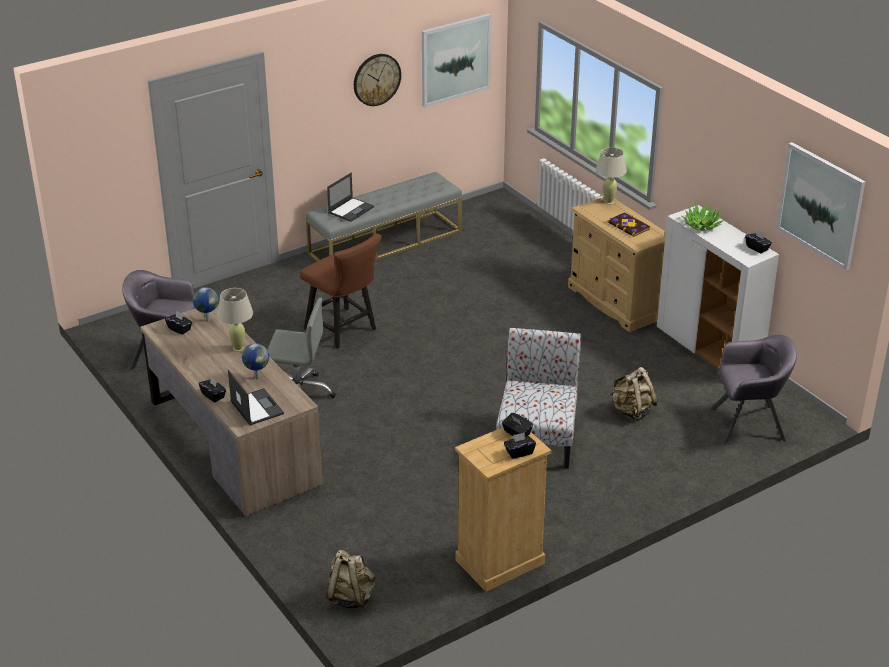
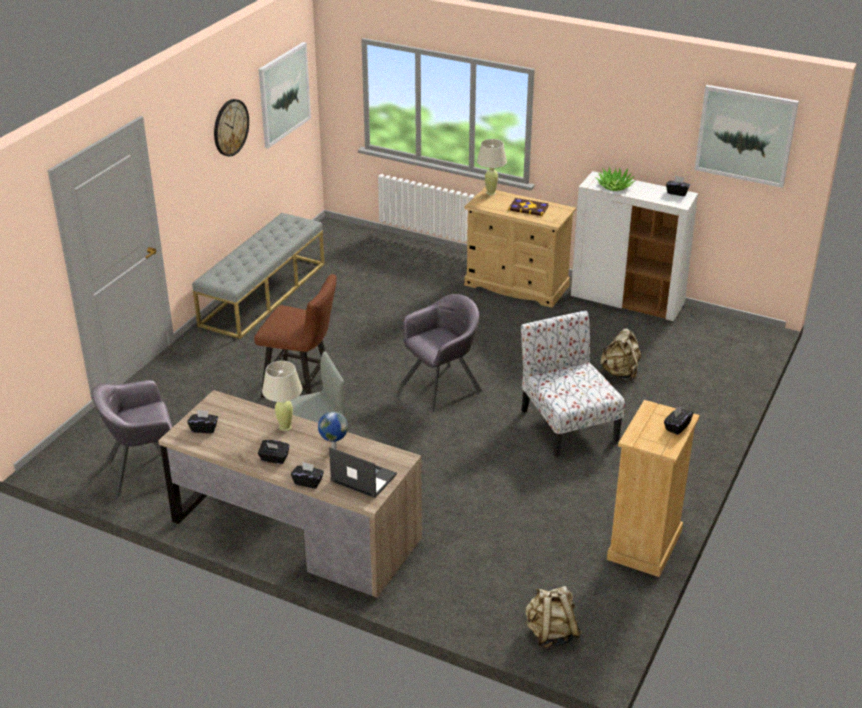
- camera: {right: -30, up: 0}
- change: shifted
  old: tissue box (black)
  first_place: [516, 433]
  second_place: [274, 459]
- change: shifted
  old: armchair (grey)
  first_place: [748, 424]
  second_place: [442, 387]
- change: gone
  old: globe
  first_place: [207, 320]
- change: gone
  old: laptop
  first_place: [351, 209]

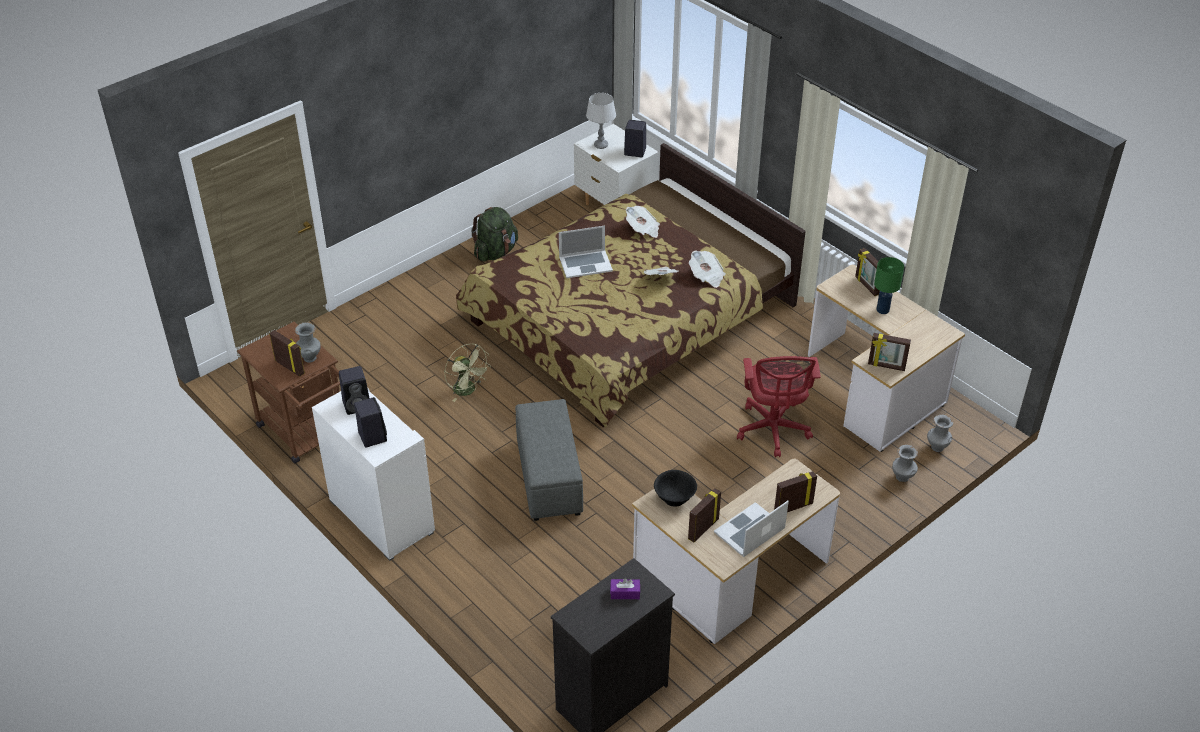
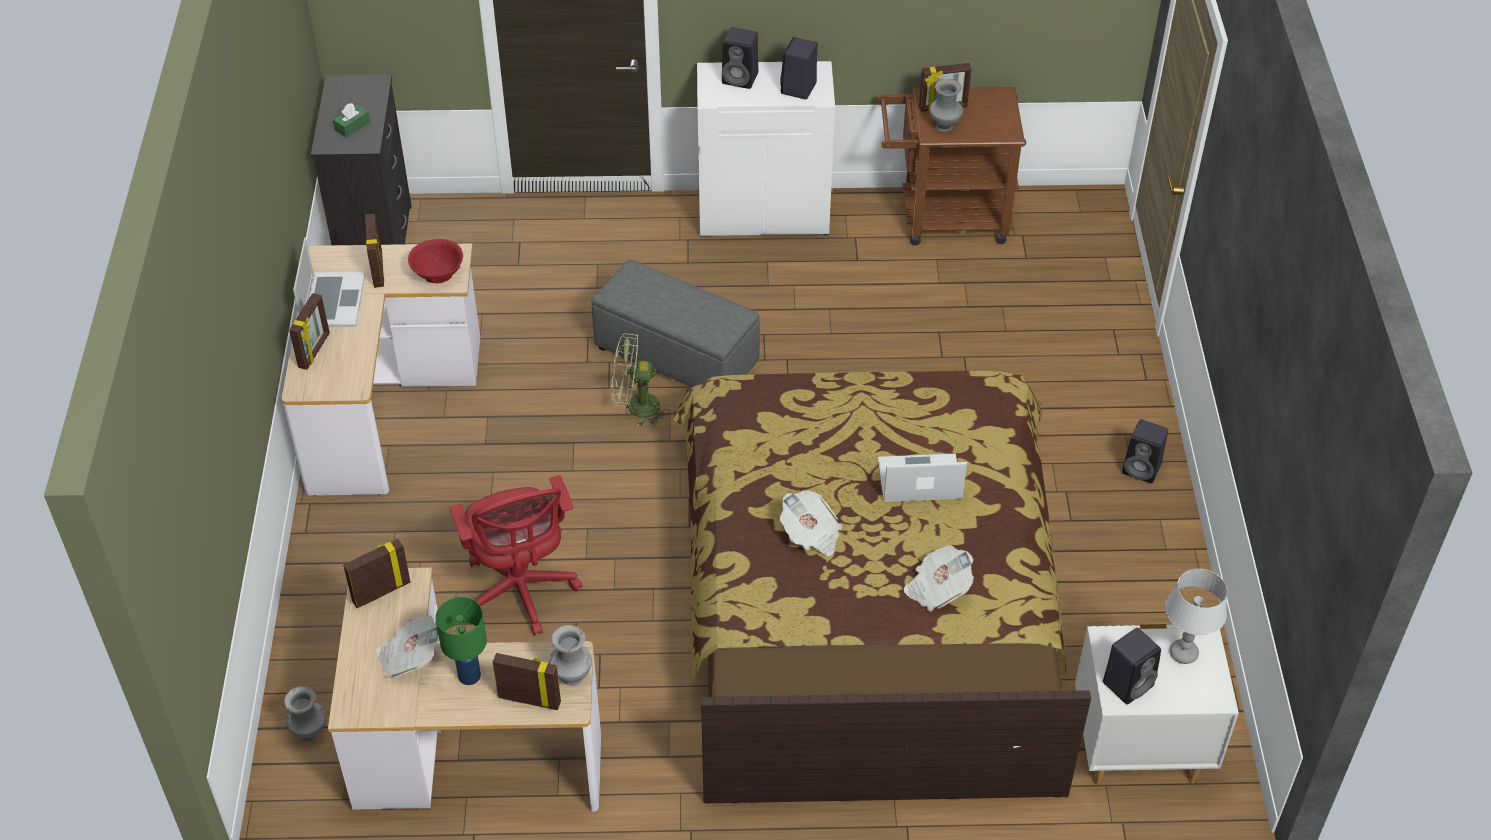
- camera: {right: 130, up: 5}
- change: repainted
  old: tissue box (purple)
  new: tissue box (green)
  first_place: [625, 593]
  second_place: [352, 126]
- change: shifted
  old: newspaper
  first_place: [706, 276]
  second_place: [410, 657]
- change: repainted
  old: bowl (black)
  new: bowl (red)
  first_place: [674, 498]
  second_place: [438, 275]
- change: rotated
  old: office chair (red)
  first_place: [773, 431]
  second_place: [521, 591]
  degrees: -150
- change: shifted
  old: vase (grey)
  first_place: [902, 478]
  second_place: [571, 677]
- change: shifted
  old: fan (green)
  first_place: [468, 391]
  second_place: [635, 407]
- change: rotated
  old: laptop
  first_place: [585, 264]
  second_place: [919, 479]
  degrees: 60
- change: new
  new: speaker (black)
  second_place: [1142, 469]
- change: gone
  old: backpack (green)
  first_place: [496, 252]

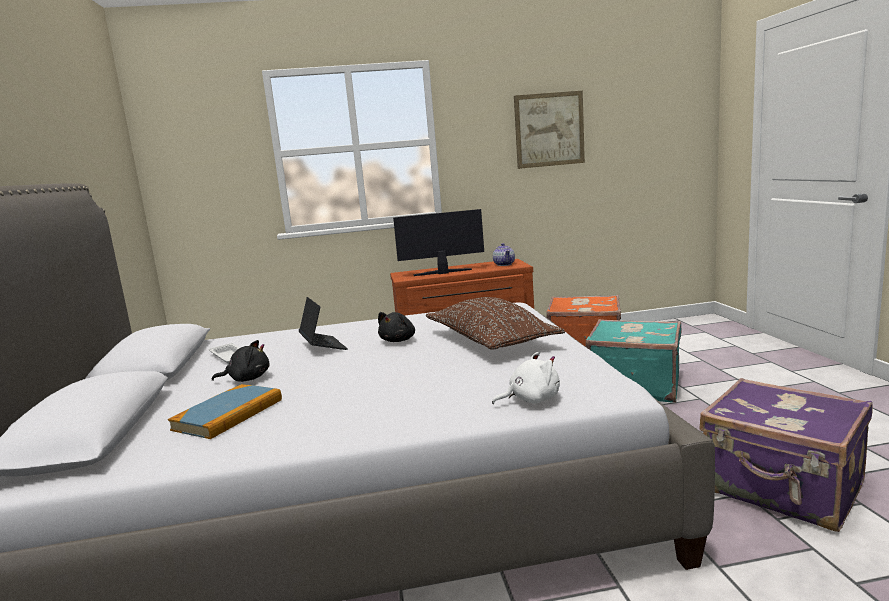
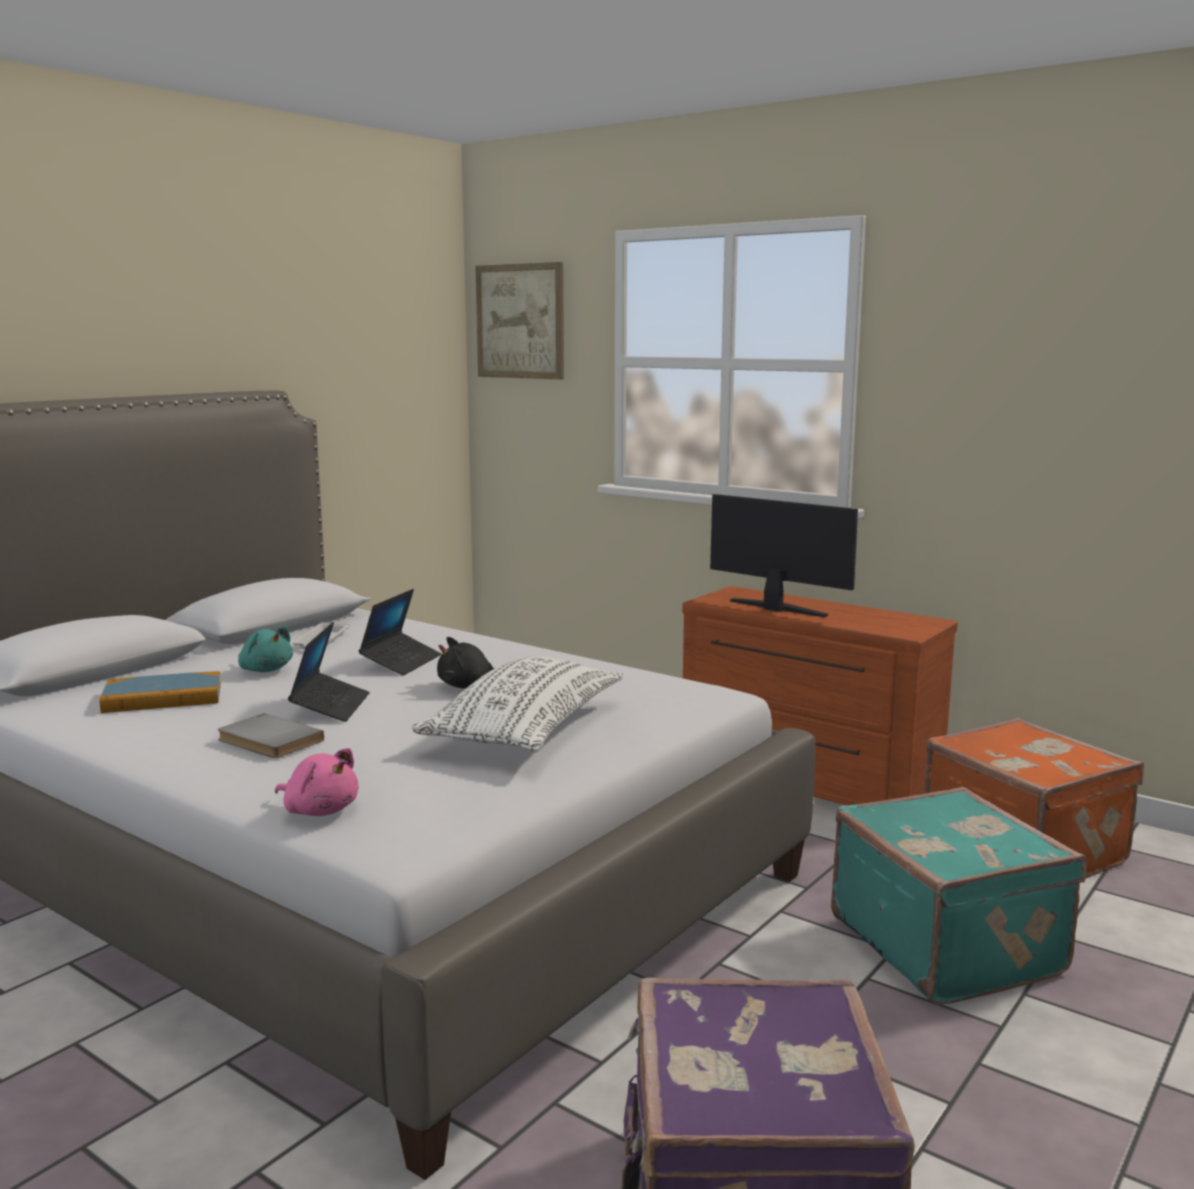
- camera: {right: 45, up: 0}
- change: new
  new: book (grey)
  second_place: [267, 741]
- change: repainted
  old: plush toy (black)
  new: plush toy (turquoise)
  first_place: [247, 379]
  second_place: [265, 670]
- change: repainted
  old: plush toy (white)
  new: plush toy (pink)
  first_place: [531, 400]
  second_place: [319, 810]
- change: new
  new: laptop
  second_place: [330, 706]
- change: repainted
  old: pillow (brown)
  new: pillow (white)
  first_place: [490, 341]
  second_place: [525, 730]
- change: shifted
  old: picture
  first_place: [549, 130]
  second_place: [520, 321]
- change: gone
  old: teapot
  first_place: [504, 264]

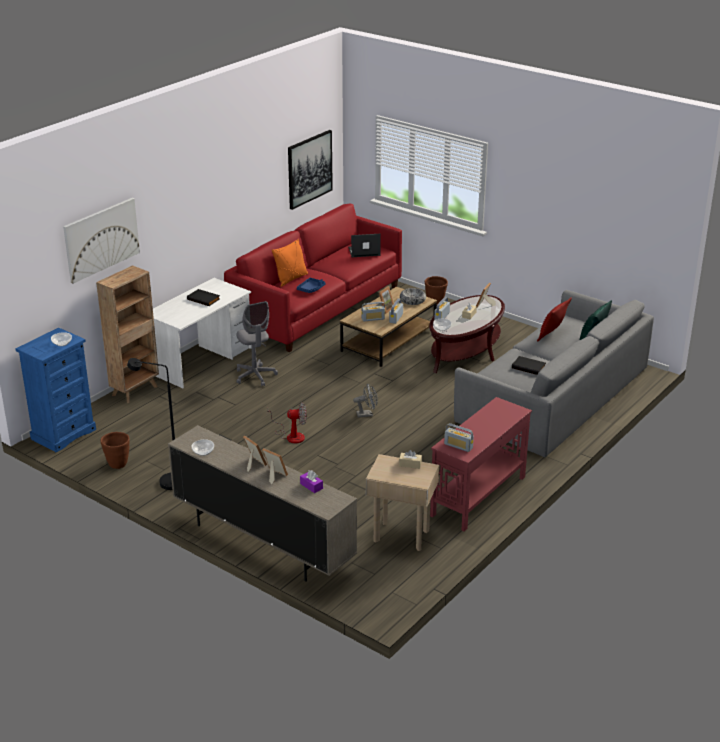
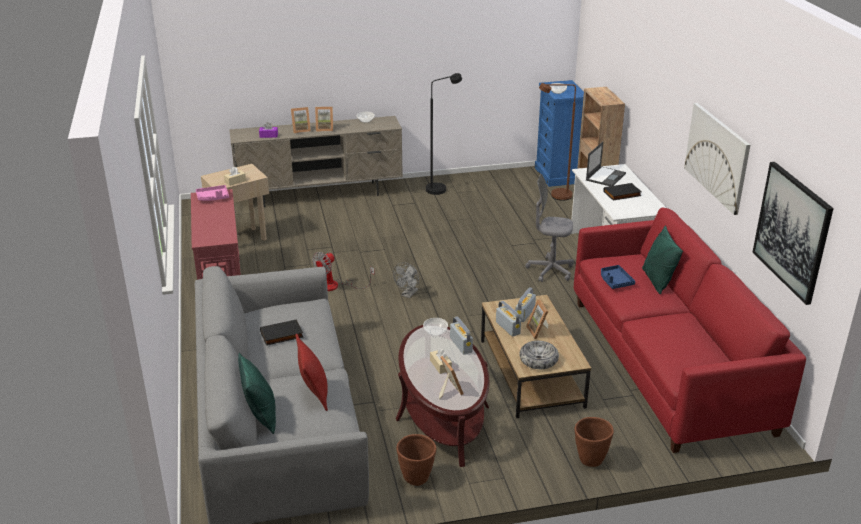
- camera: {right: 130, up: 0}
- change: swapped
  old: radio
  new: tray (pink)
  first_place: [458, 446]
  second_place: [213, 198]
- change: shifted
  old: fan
  first_place: [291, 435]
  second_place: [336, 286]
- change: shifted
  old: planter (brown)
  first_place: [118, 464]
  second_place: [416, 478]
- change: new
  new: floor lamp (brown)
  second_place: [555, 195]
- change: shifted
  old: laptop
  first_place: [363, 251]
  second_place: [605, 176]
- change: repainted
  old: pillow (orange)
  new: pillow (green)
  first_place: [291, 279]
  second_place: [657, 281]
- change: shifted
  old: picture
  first_place: [101, 239]
  second_place: [717, 157]

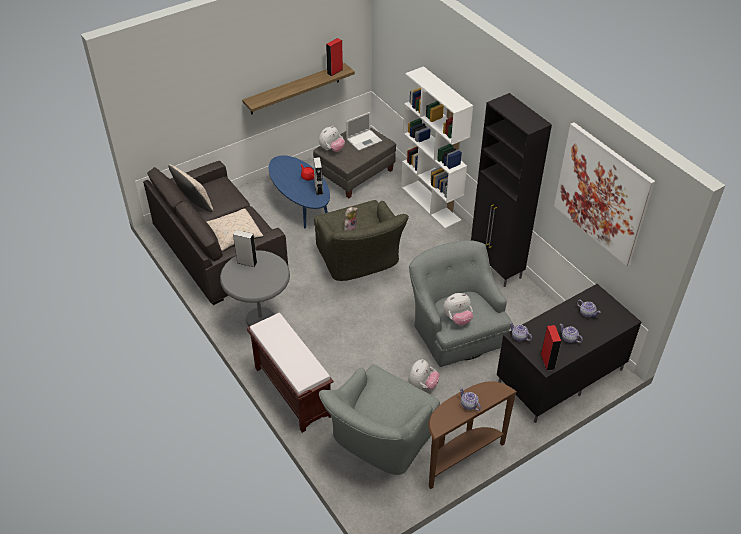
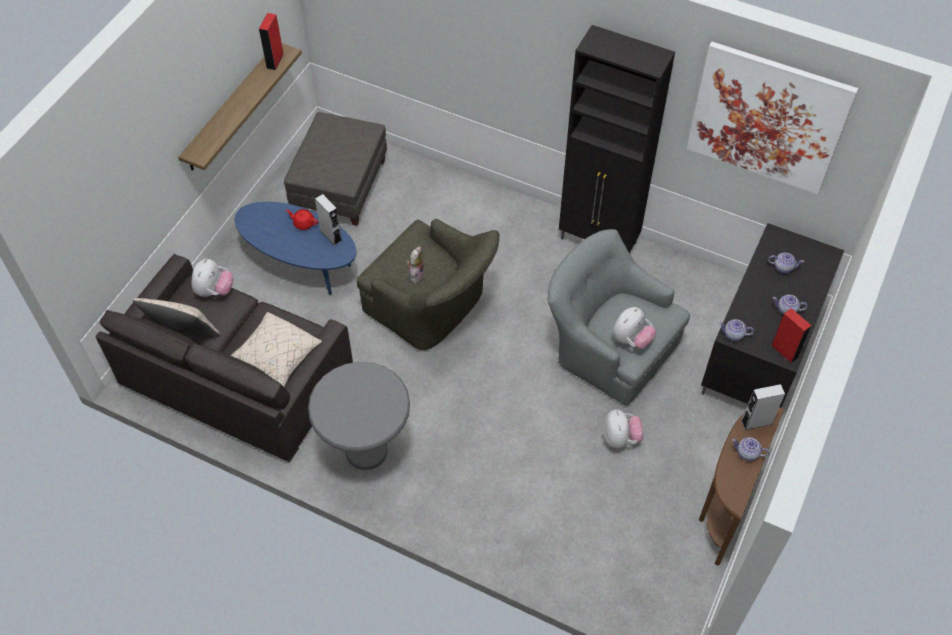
- camera: {right: -30, up: 10}
- change: shifted
  old: plush toy
  first_place: [331, 149]
  second_place: [214, 290]
- change: shifted
  old: speaker (grey)
  first_place: [247, 262]
  second_place: [756, 422]
- change: gone
  old: bench (brown)
  first_place: [291, 391]
- change: gone
  old: armchair (grey)
  first_place: [378, 440]
- change: gone
  old: laptop
  first_place: [364, 140]
- change: gone
  old: bookcase (white)
  first_place: [431, 204]

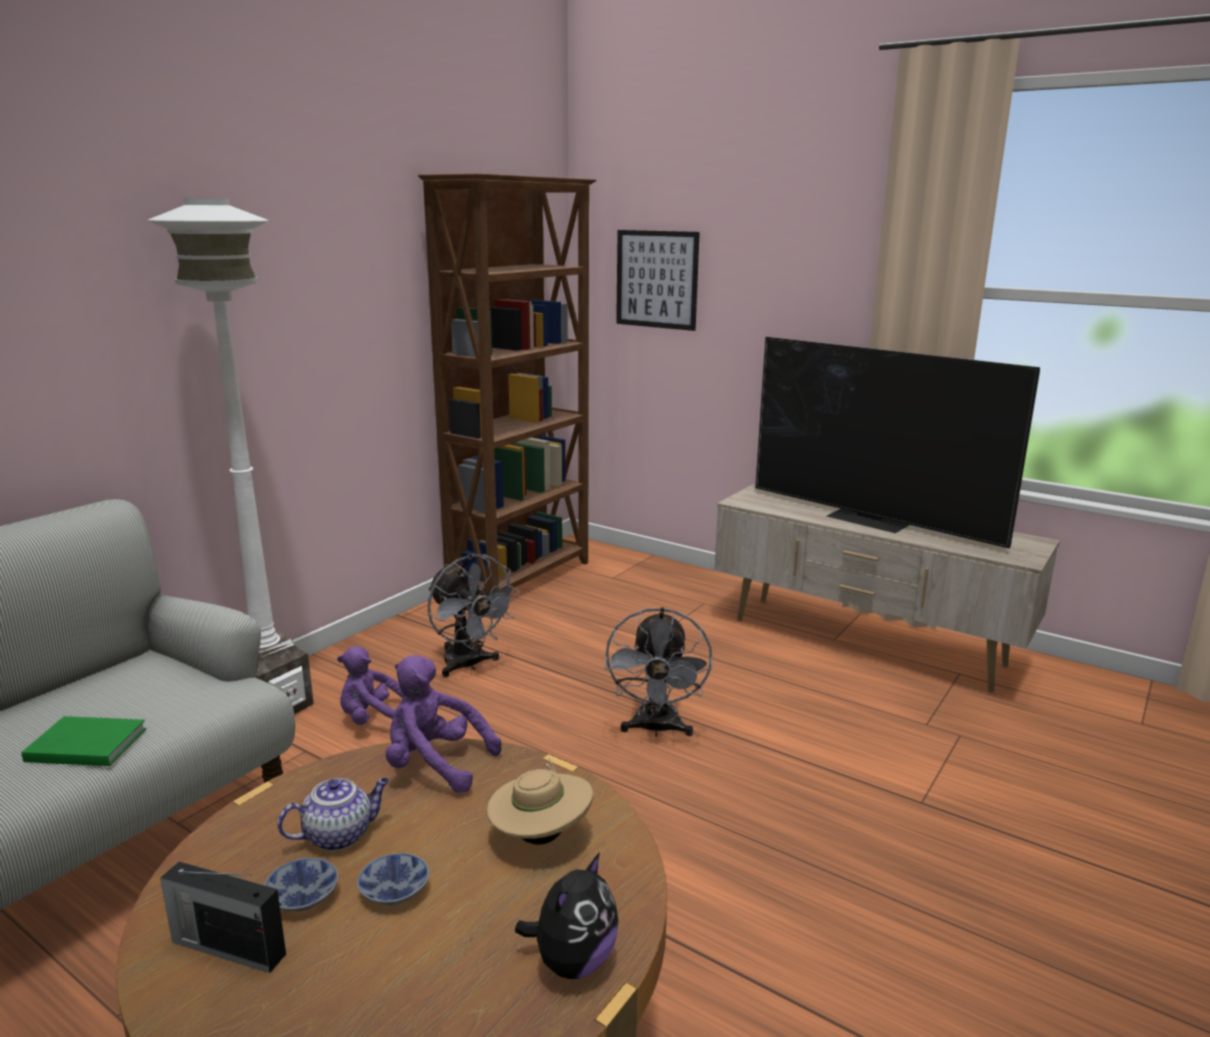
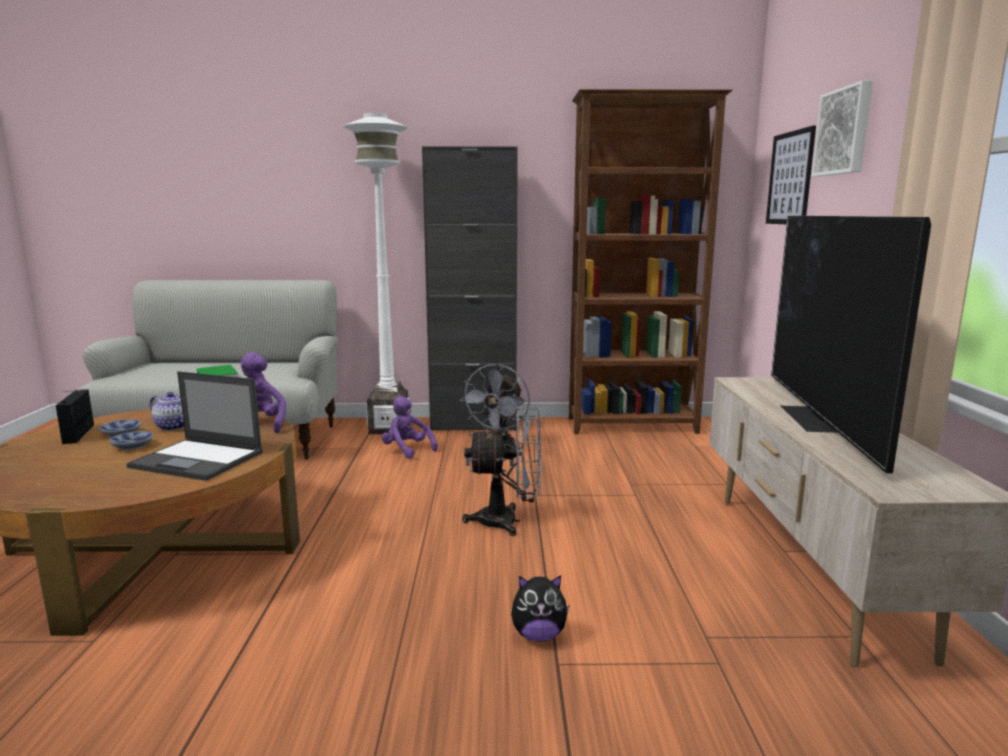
- camera: {right: 55, up: -5}
- change: swapped
  old: hat (beige)
  new: laptop
  first_place: [540, 836]
  second_place: [198, 460]
- change: new
  new: cabinet (black)
  second_place: [473, 425]
- change: rotated
  old: fan (grey)
  first_place: [656, 729]
  second_place: [508, 521]
  degrees: -150
- change: shifted
  old: plush toy
  first_place: [573, 961]
  second_place: [538, 635]
- change: new
  new: picture
  second_place: [844, 131]

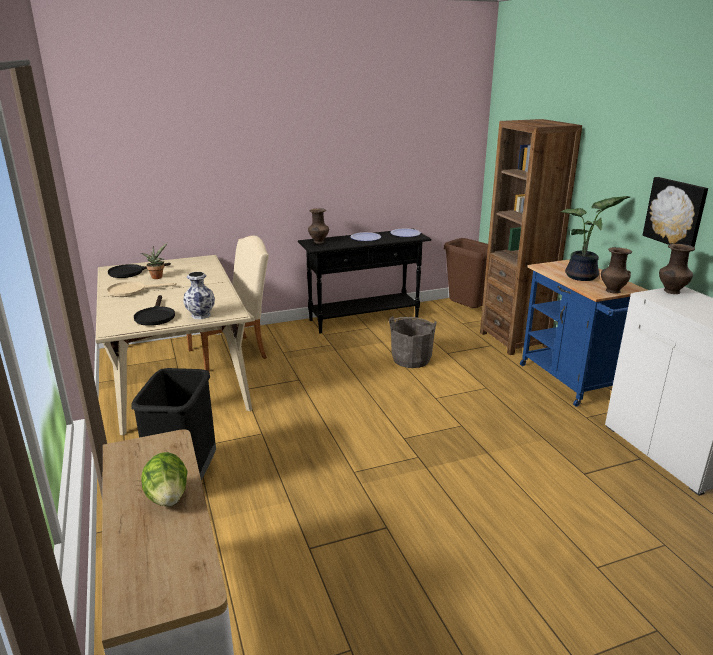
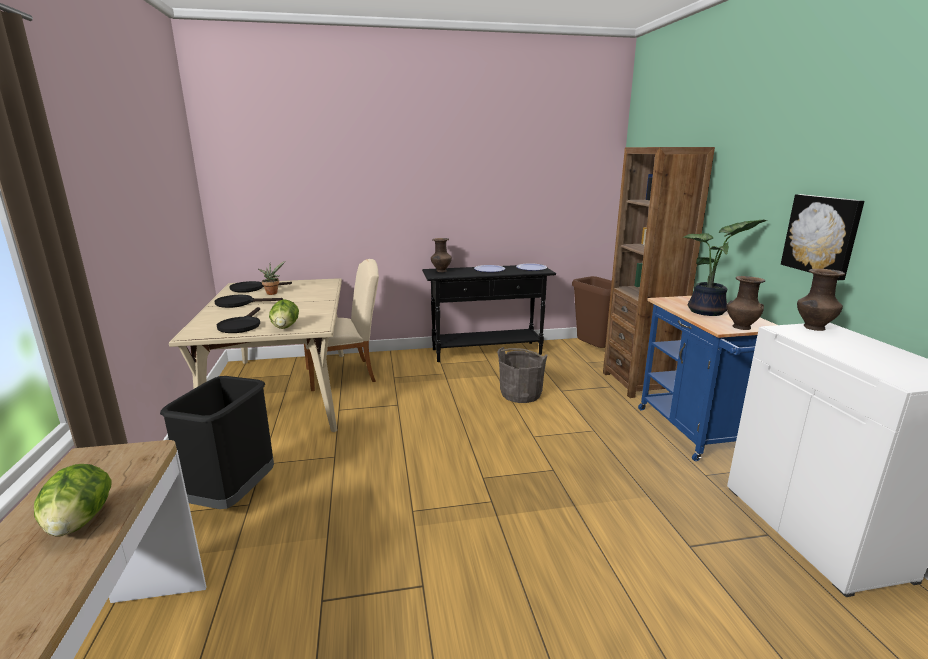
- camera: {right: 10, up: -5}
- change: repainted
  old: frying pan (beige)
  new: frying pan (black)
  first_place: [132, 291]
  second_place: [240, 303]
- change: swapped
  old: vase
  new: lettuce
  first_place: [201, 315]
  second_place: [285, 327]

